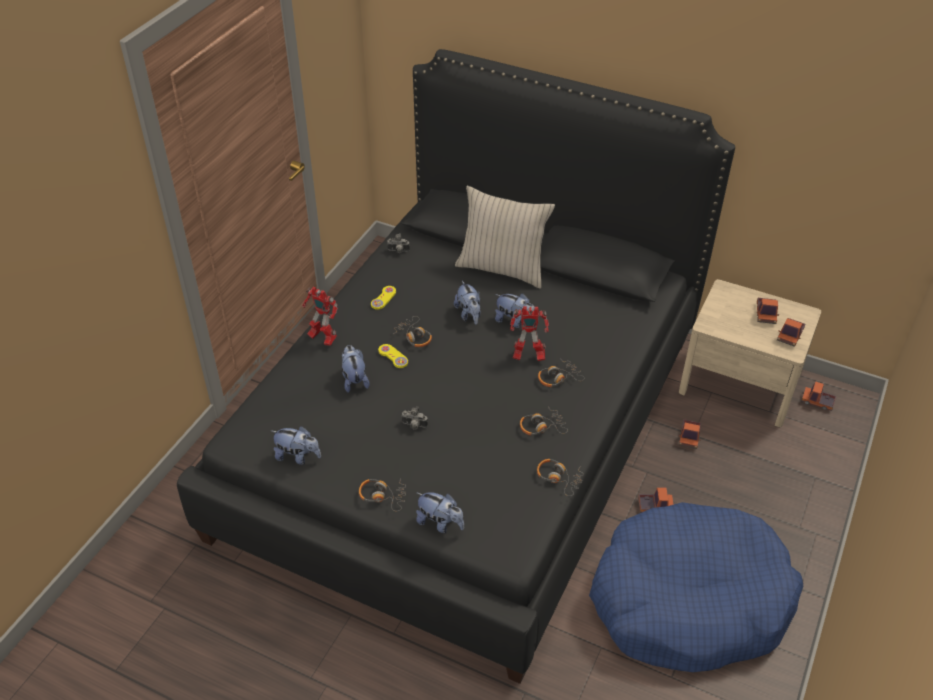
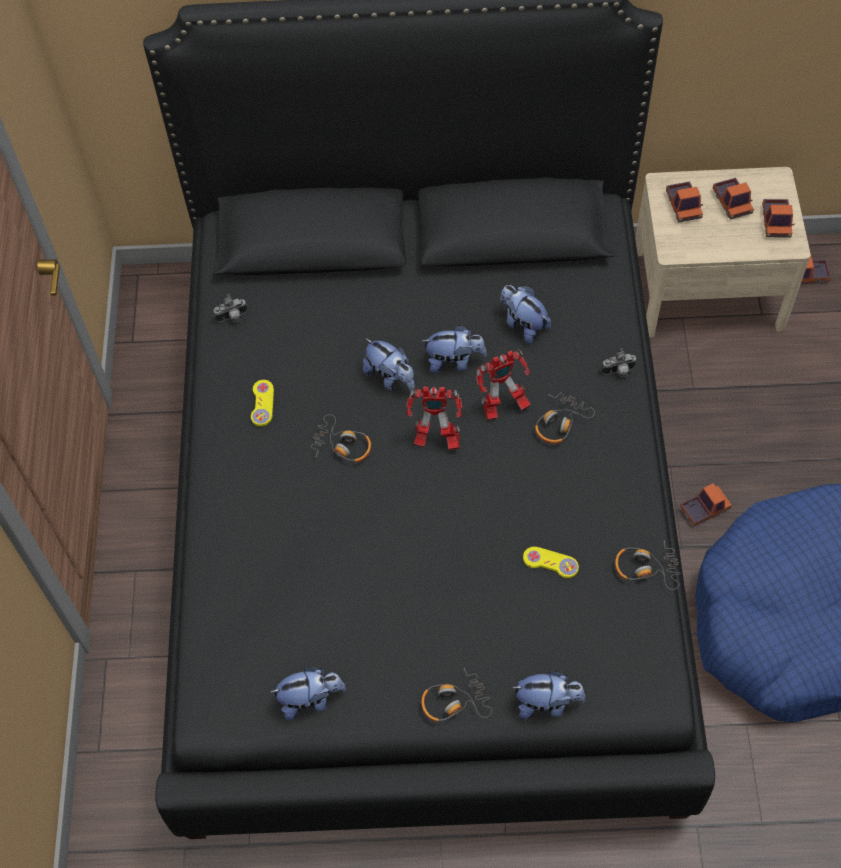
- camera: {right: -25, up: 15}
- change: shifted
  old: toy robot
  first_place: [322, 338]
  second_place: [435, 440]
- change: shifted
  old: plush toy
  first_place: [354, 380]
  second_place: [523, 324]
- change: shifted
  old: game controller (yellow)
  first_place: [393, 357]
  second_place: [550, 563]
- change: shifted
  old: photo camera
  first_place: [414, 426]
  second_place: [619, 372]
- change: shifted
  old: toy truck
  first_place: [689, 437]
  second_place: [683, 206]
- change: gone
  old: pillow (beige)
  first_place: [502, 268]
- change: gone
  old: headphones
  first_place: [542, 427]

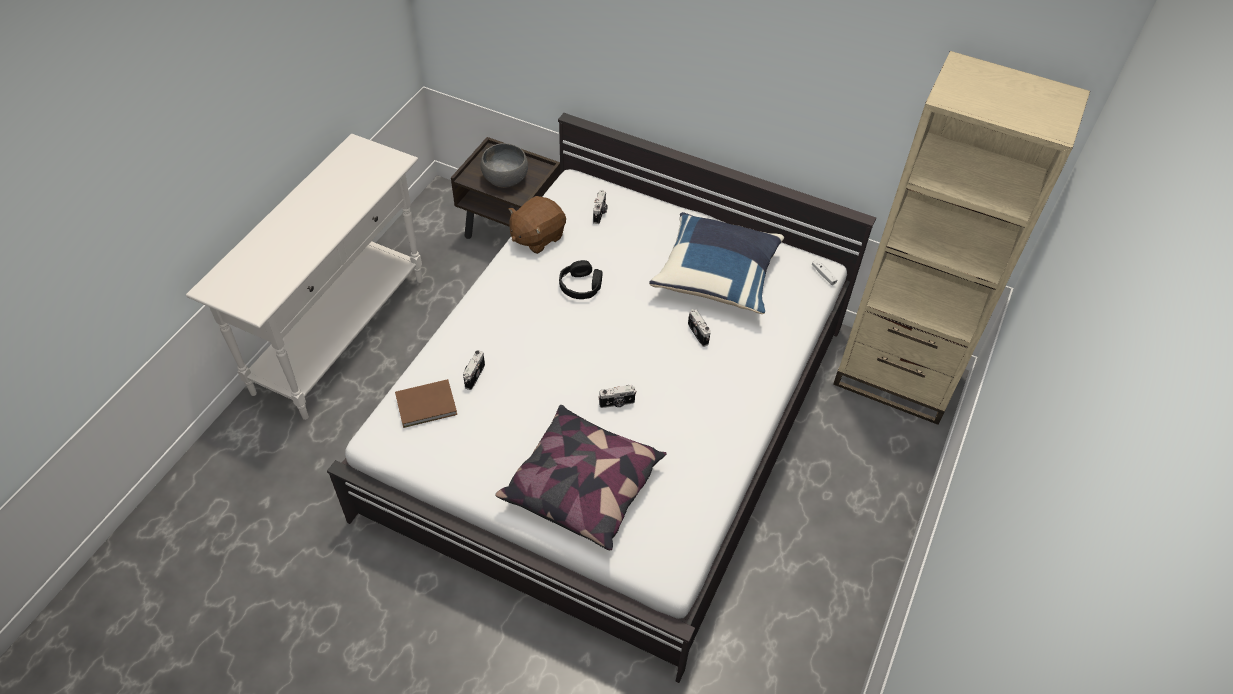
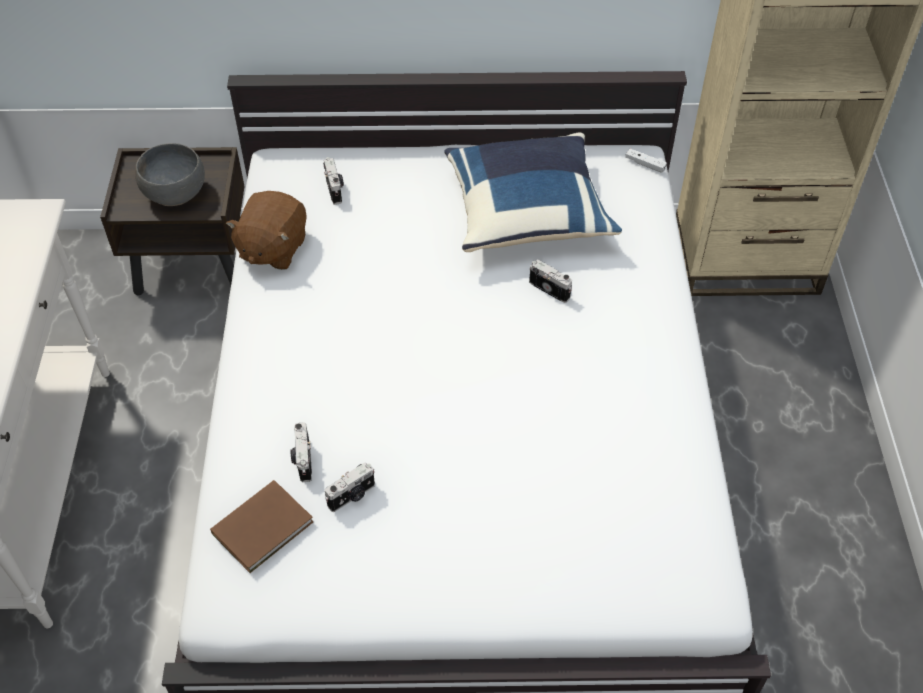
- camera: {right: -25, up: 0}
- change: shifted
  old: photo camera
  first_place: [617, 403]
  second_place: [352, 496]
- change: gone
  old: pillow
  first_place: [583, 486]
- change: gone
  old: headphones (black)
  first_place: [581, 286]

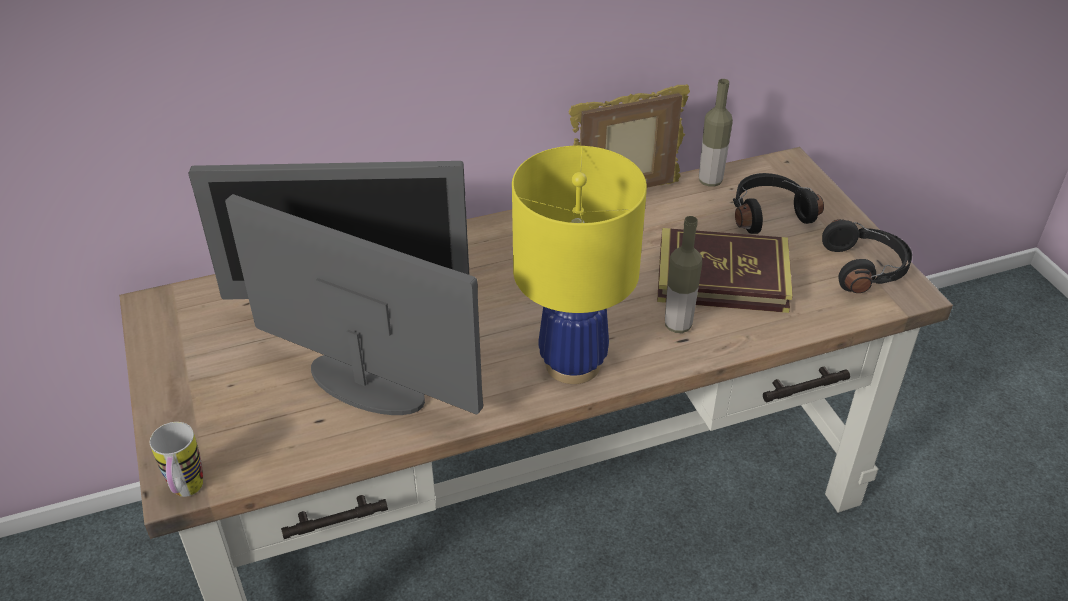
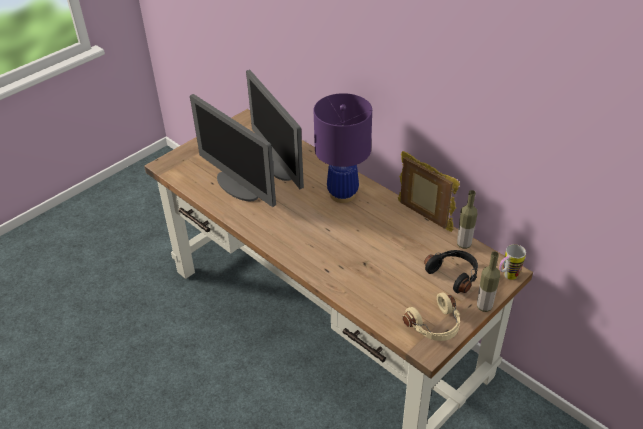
- camera: {right: 65, up: 0}
- change: rotated
  old: monitor
  first_place: [366, 385]
  second_place: [238, 187]
  degrees: 135
- change: new
  new: table lamp (purple)
  second_place: [343, 194]
- change: repainted
  old: headphones (black)
  new: headphones (beige)
  first_place: [865, 268]
  second_place: [435, 326]
- change: shifted
  old: bottle
  first_place: [678, 325]
  second_place: [484, 306]
- change: shifted
  old: mug
  first_place: [186, 493]
  second_place: [507, 276]
- change: gone
  old: table lamp (yellow)
  first_place: [572, 363]
- change: gone
  old: book
  first_place: [722, 277]

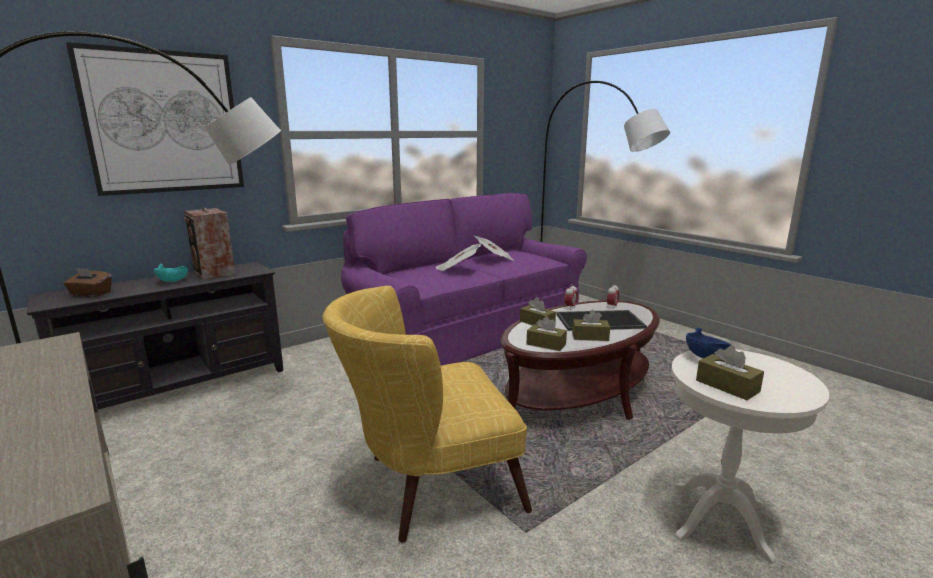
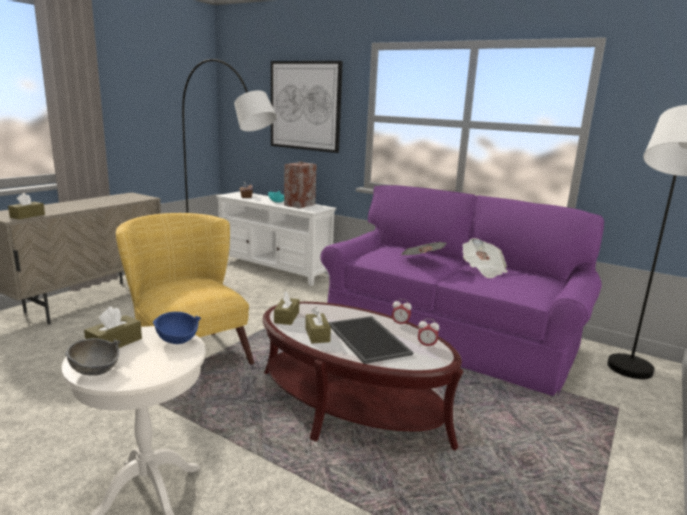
- camera: {right: 70, up: 0}
- change: shifted
  old: tissue box (brown)
  first_place: [537, 323]
  second_place: [27, 216]
- change: new
  new: bowl (grey)
  second_place: [95, 371]
- change: repainted
  old: tv stand (black)
  new: tv stand (white)
  first_place: [180, 388]
  second_place: [274, 268]

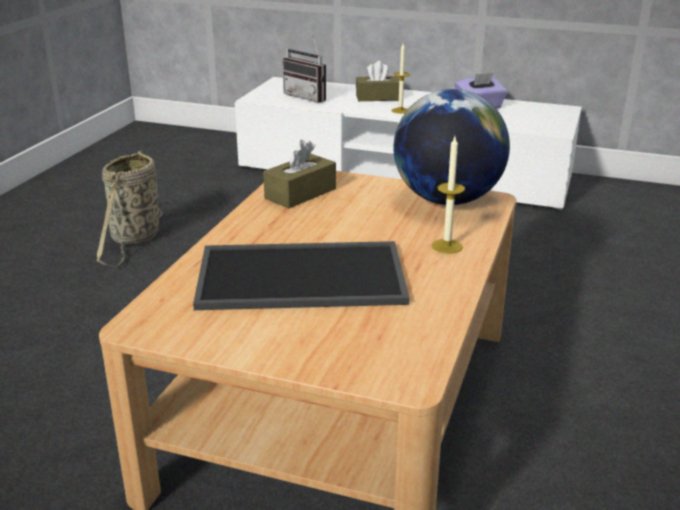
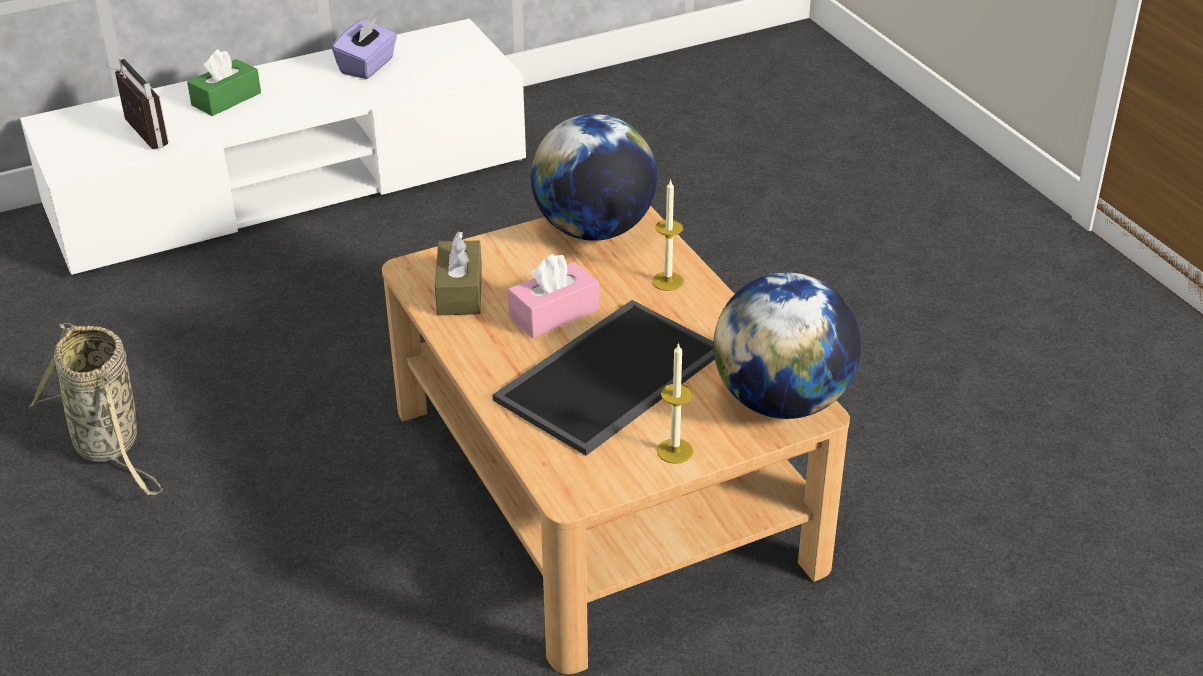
- camera: {right: -45, up: 10}
- change: rotated
  old: radio
  first_place: [309, 97]
  second_place: [137, 135]
  degrees: -120
- change: repainted
  old: tissue box (brown)
  new: tissue box (green)
  first_place: [378, 97]
  second_place: [226, 99]
- change: new
  new: tissue box (pink)
  second_place: [554, 313]
- change: shifted
  old: candle
  first_place: [400, 110]
  second_place: [675, 451]
- change: new
  new: globe
  second_place: [782, 401]

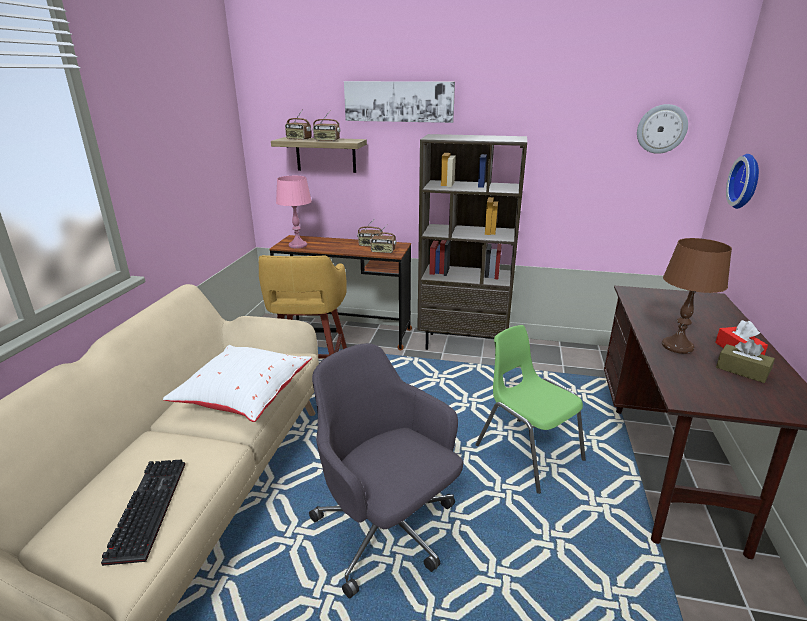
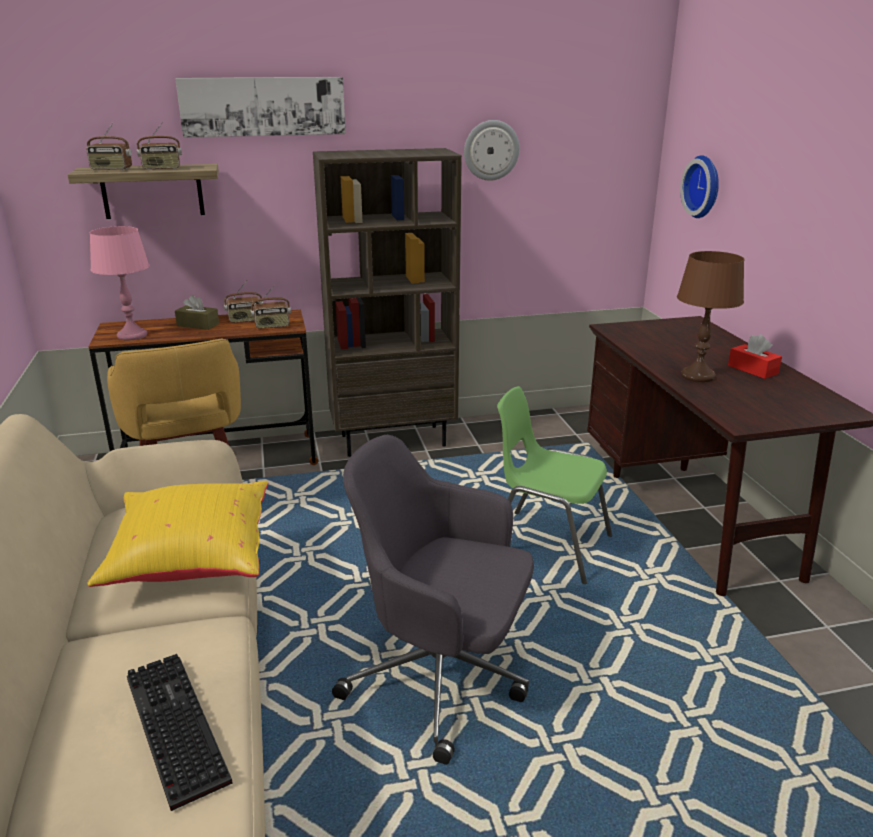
- camera: {right: -25, up: 0}
- change: repainted
  old: pillow (white)
  new: pillow (yellow)
  first_place: [244, 397]
  second_place: [191, 558]
- change: shifted
  old: tissue box (brown)
  first_place: [742, 371]
  second_place: [198, 325]
- change: shifted
  old: wall clock
  first_place: [661, 129]
  second_place: [491, 150]

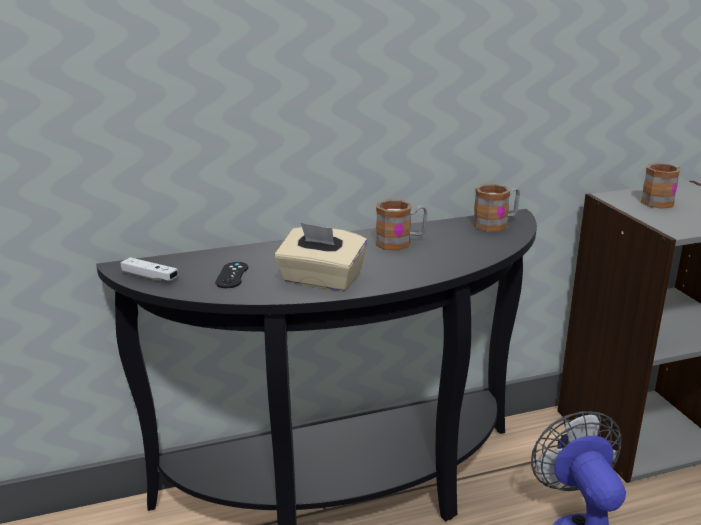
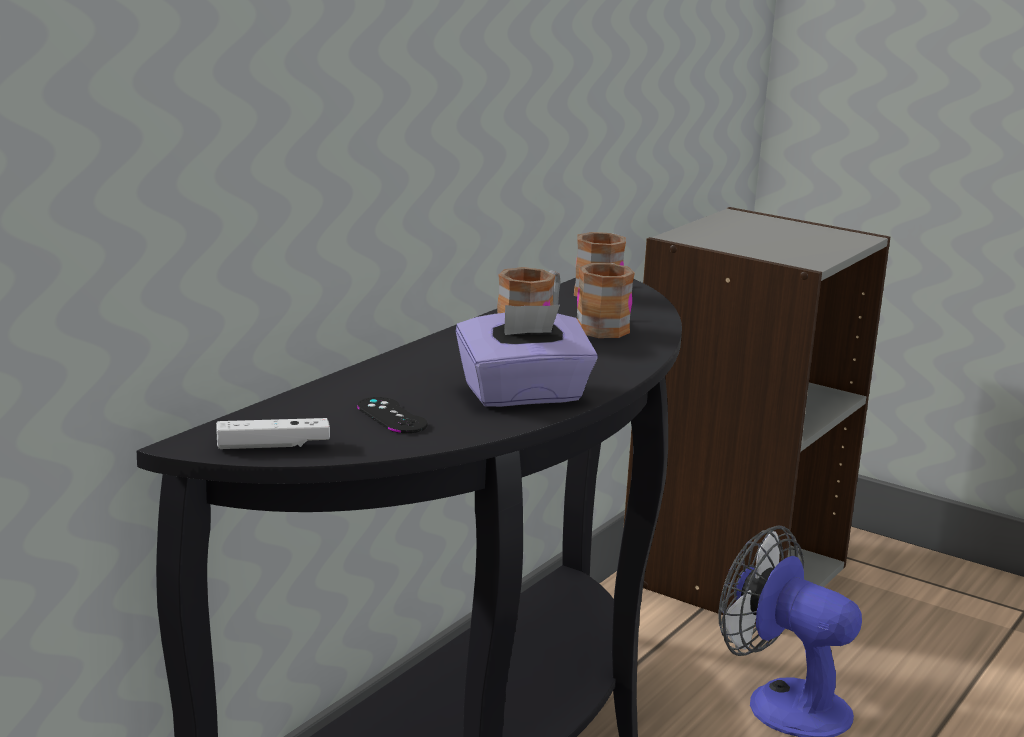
- camera: {right: -40, up: -5}
- change: repainted
  old: tissue box (beige)
  new: tissue box (purple)
  first_place: [321, 281]
  second_place: [524, 395]
- change: shifted
  old: mug
  first_place: [661, 201]
  second_place: [604, 326]

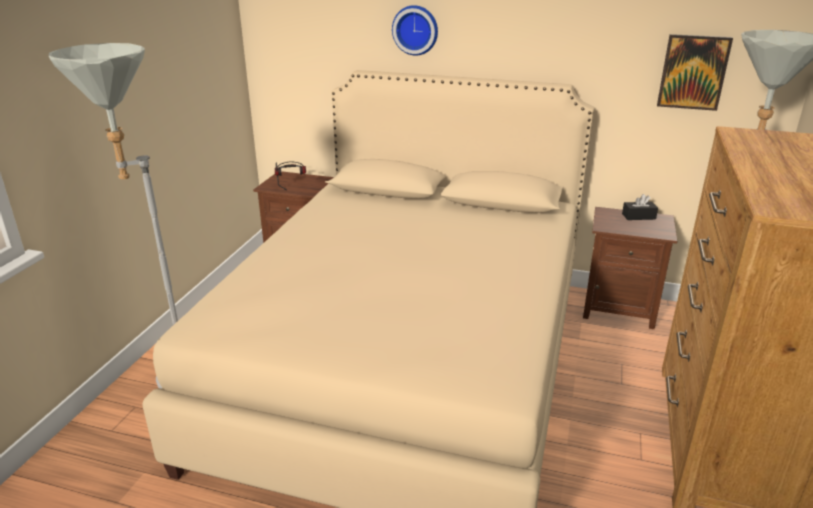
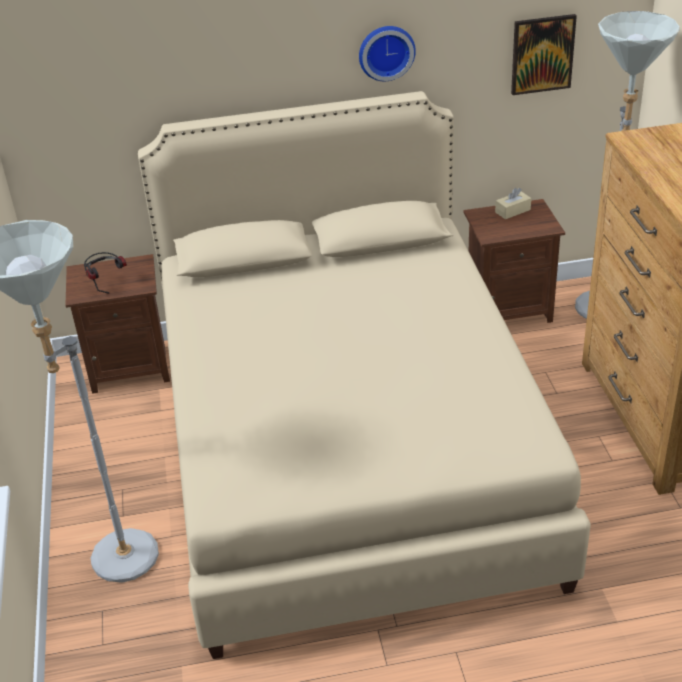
- camera: {right: -25, up: 10}
- change: shifted
  old: wall clock
  first_place: [416, 30]
  second_place: [386, 51]
- change: repainted
  old: tissue box (black)
  new: tissue box (beige)
  first_place: [638, 216]
  second_place: [512, 211]

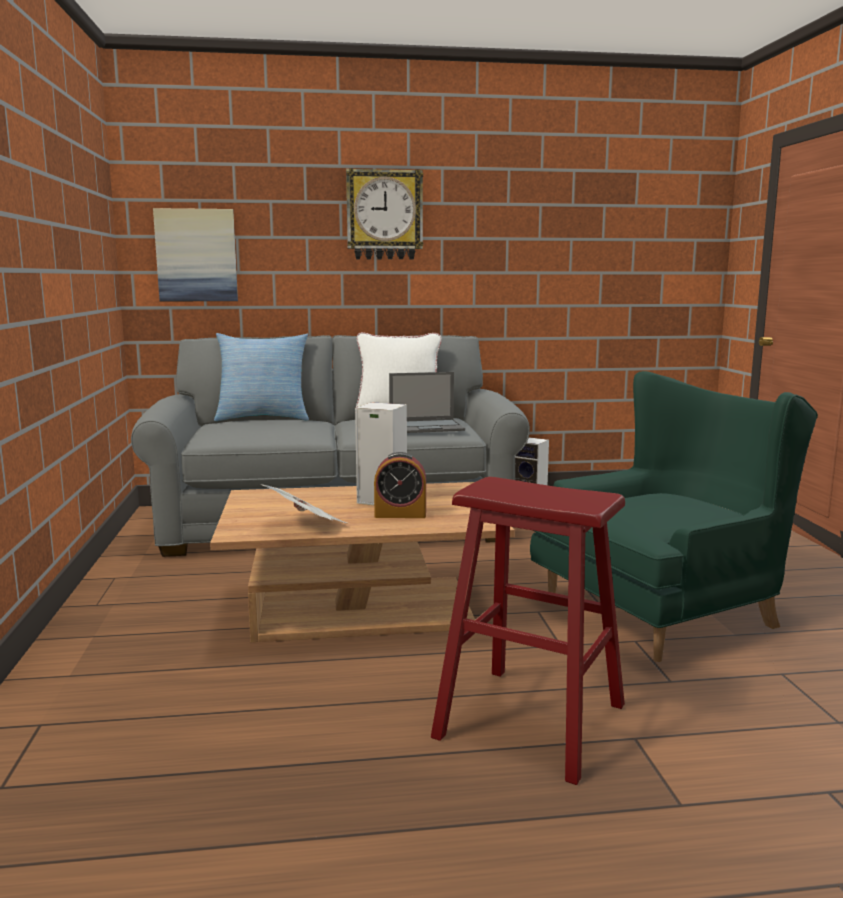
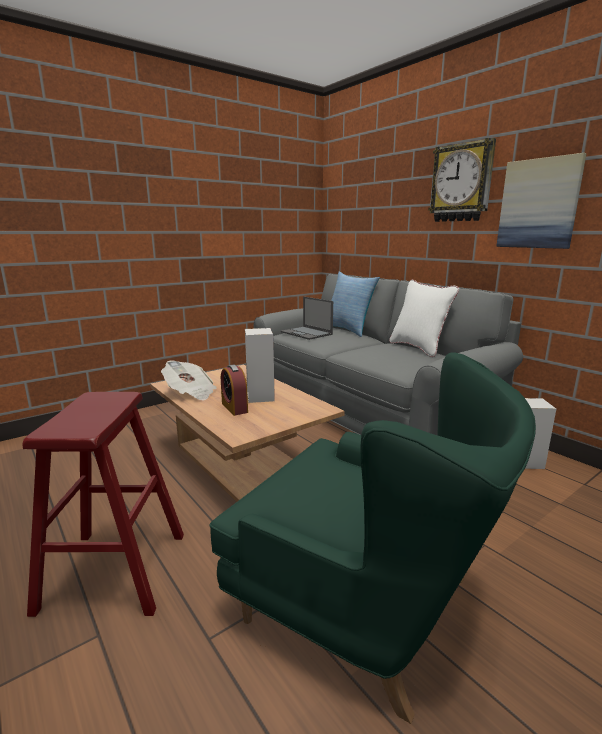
- camera: {right: 60, up: 5}
- change: shifted
  old: laptop
  first_place: [427, 427]
  second_place: [307, 333]
- change: shifted
  old: picture
  first_place: [196, 255]
  second_place: [538, 204]

